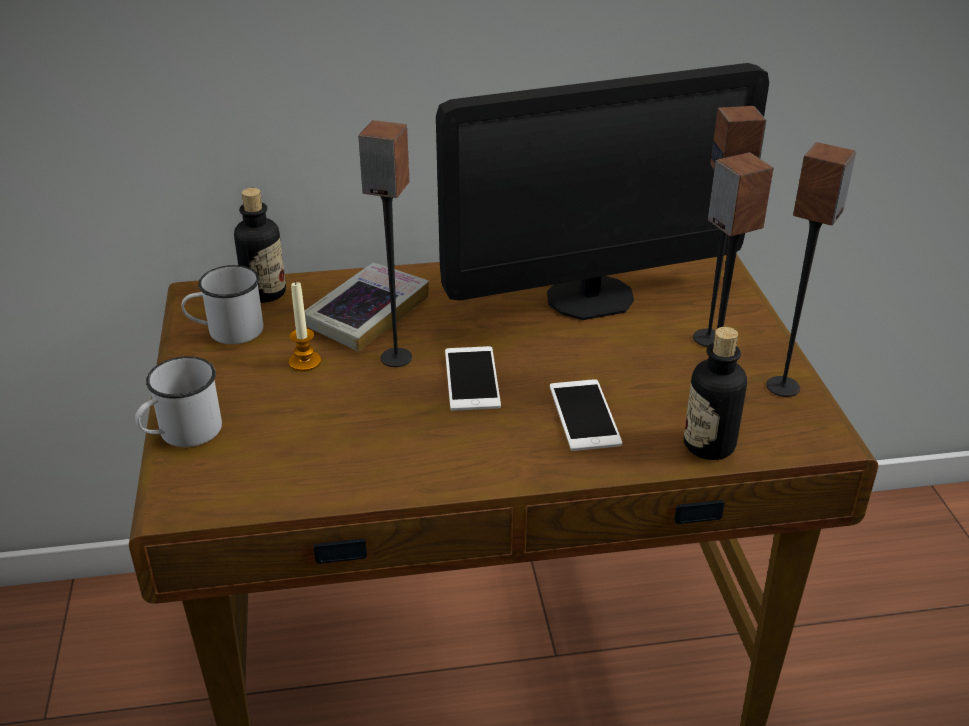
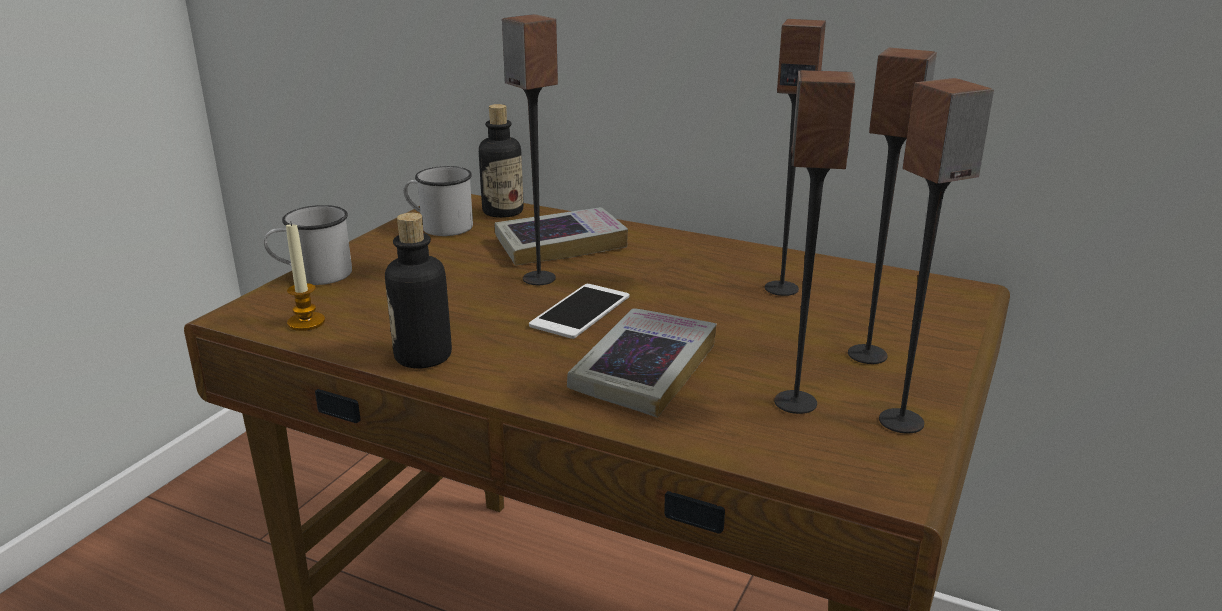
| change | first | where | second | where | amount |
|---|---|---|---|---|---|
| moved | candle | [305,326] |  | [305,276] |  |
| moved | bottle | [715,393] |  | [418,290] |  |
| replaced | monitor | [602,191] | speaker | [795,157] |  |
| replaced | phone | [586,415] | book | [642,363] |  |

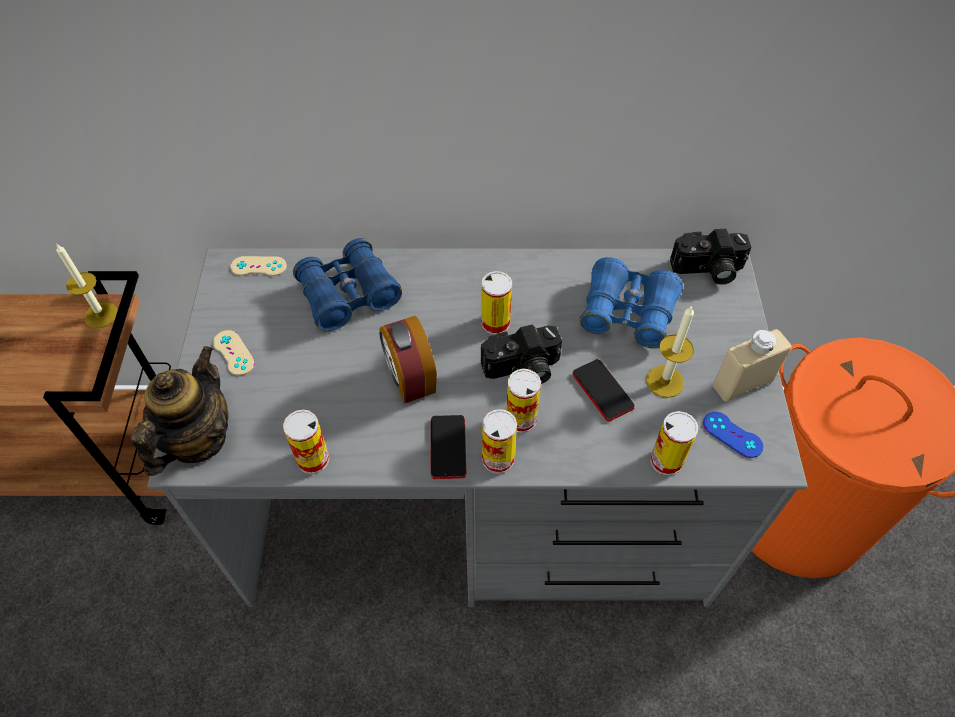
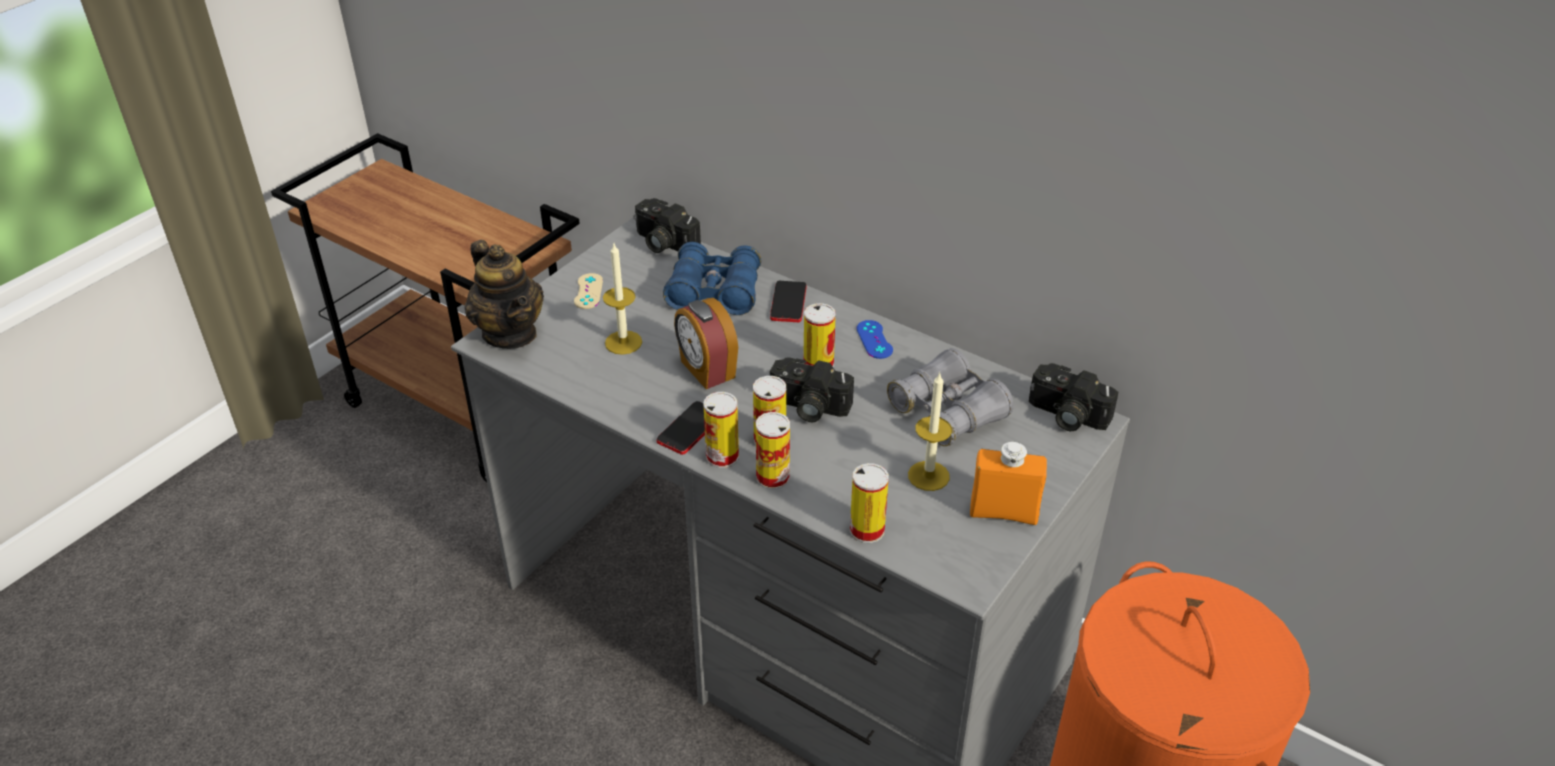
| change | first | where | second | where | amount |
|---|---|---|---|---|---|
| moved | candle | [87,285] |  | [622,299] |  |
| moved | can | [306,442] |  | [773,450] |  |
| moved | phone | [604,390] |  | [788,301] |  |
| moved | game controller in blue | [733,435] |  | [874,339] |  |
| replaced | game controller in beige | [258,266] | photo camera | [667,225] |  |
| recoloured | binoculars in blue | [631,303] | binoculars in grey | [950,397] |  |
| recoloured | bottle in beige | [752,365] | bottle in orange | [1008,483] |  |
| turned | teapot | [180,411] |  | [504,294] | 90 degrees clockwise |
| turned | alarm clock | [408,360] |  | [706,343] | 45 degrees counterclockwise |

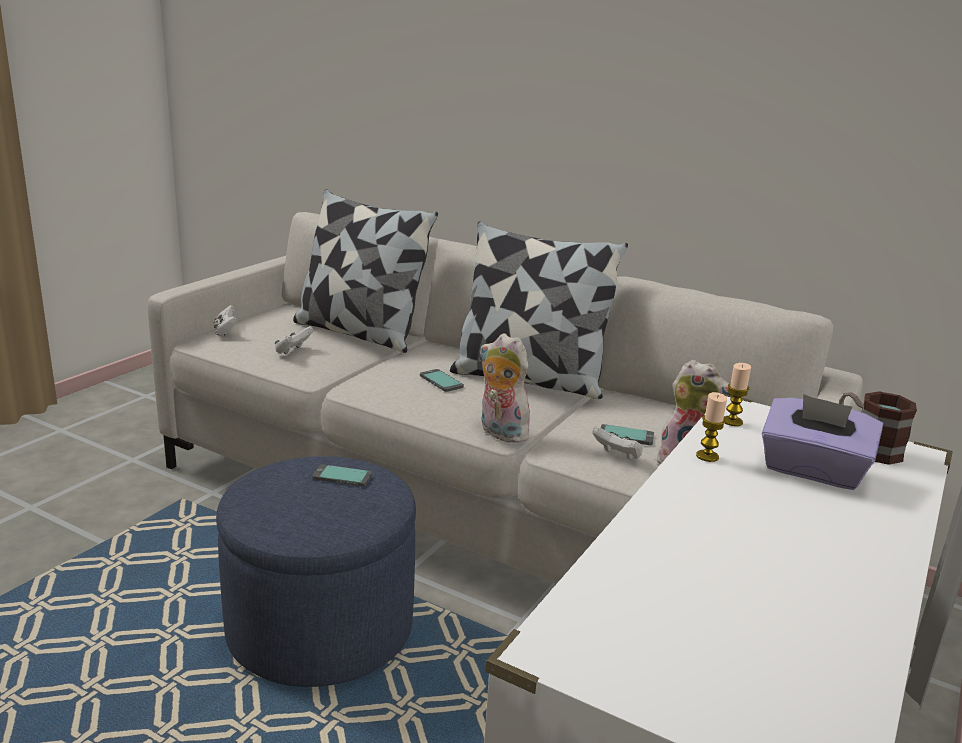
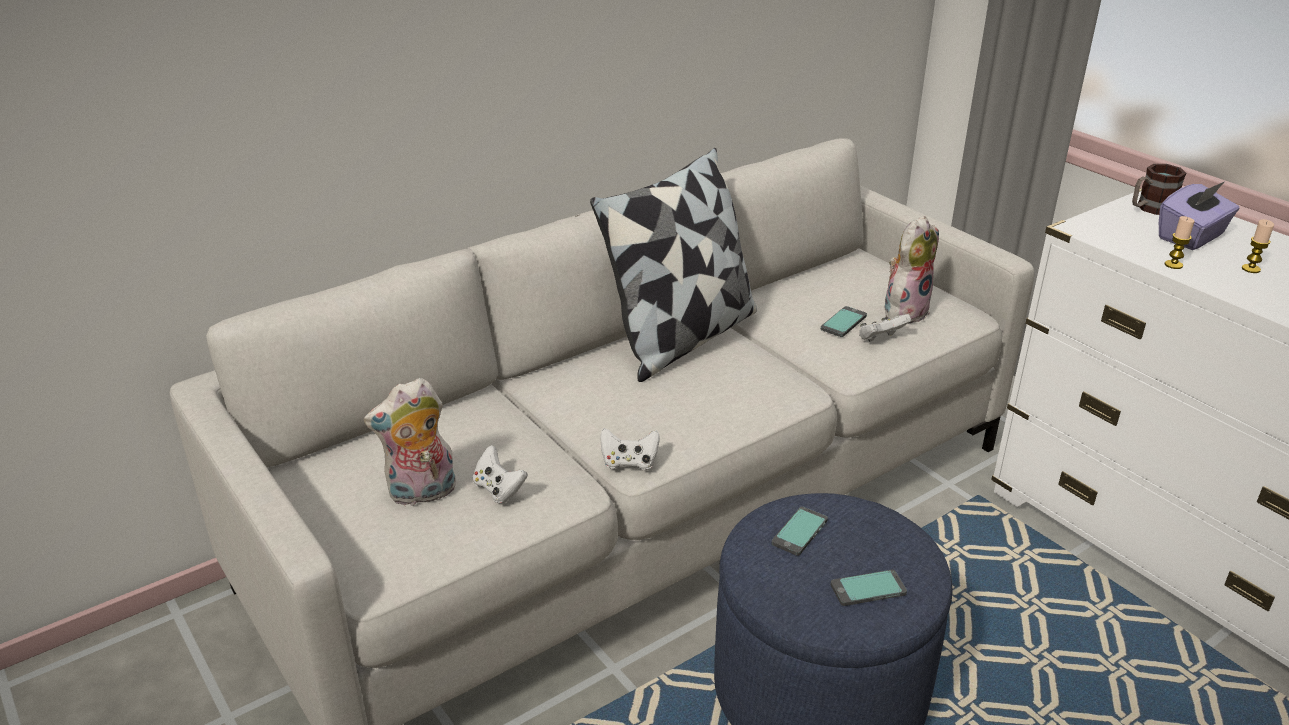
| change | first | where | second | where | amount |
|---|---|---|---|---|---|
| removed | pillow | [365,271] |  |  |  |
| moved | game controller in white | [225,320] |  | [630,449] |  |
| moved | phone | [442,380] |  | [869,588] |  |
| moved | plush toy | [504,388] |  | [410,442] |  |
| moved | candle | [737,394] |  | [1258,246] |  |

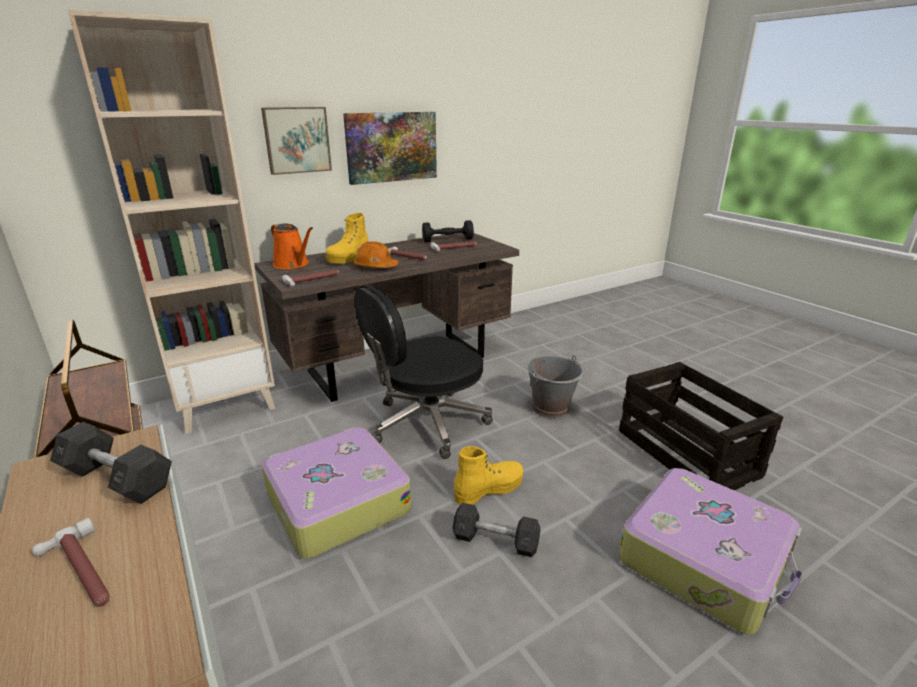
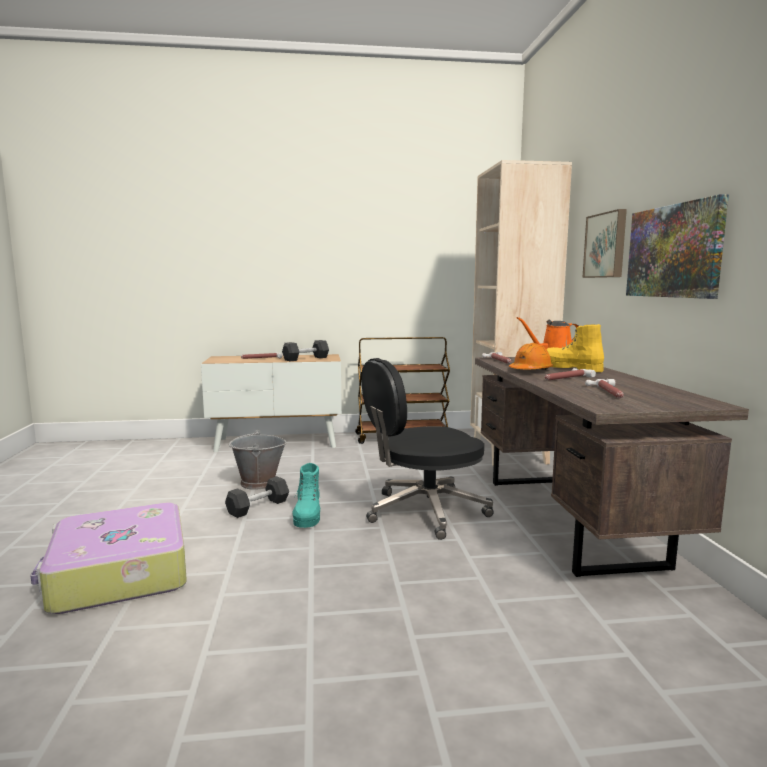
| change | first | where | second | where | amount |
|---|---|---|---|---|---|
| removed | suitcase | [336,493] |  |  |  |
| removed | dumbbell in black | [448,231] |  |  |  |
| removed | crate | [701,426] |  |  |  |
| moved | bucket in grey | [555,386] |  | [258,460] |  |
| recoloured | boot in yellow | [488,475] | boot in turquoise | [306,495] |  |
| turned | office chair in black | [423,371] |  | [427,449] | 105 degrees counterclockwise |

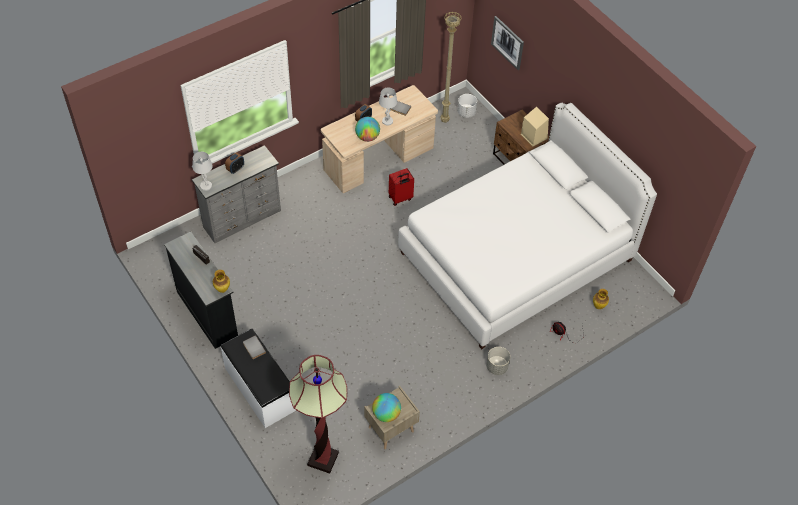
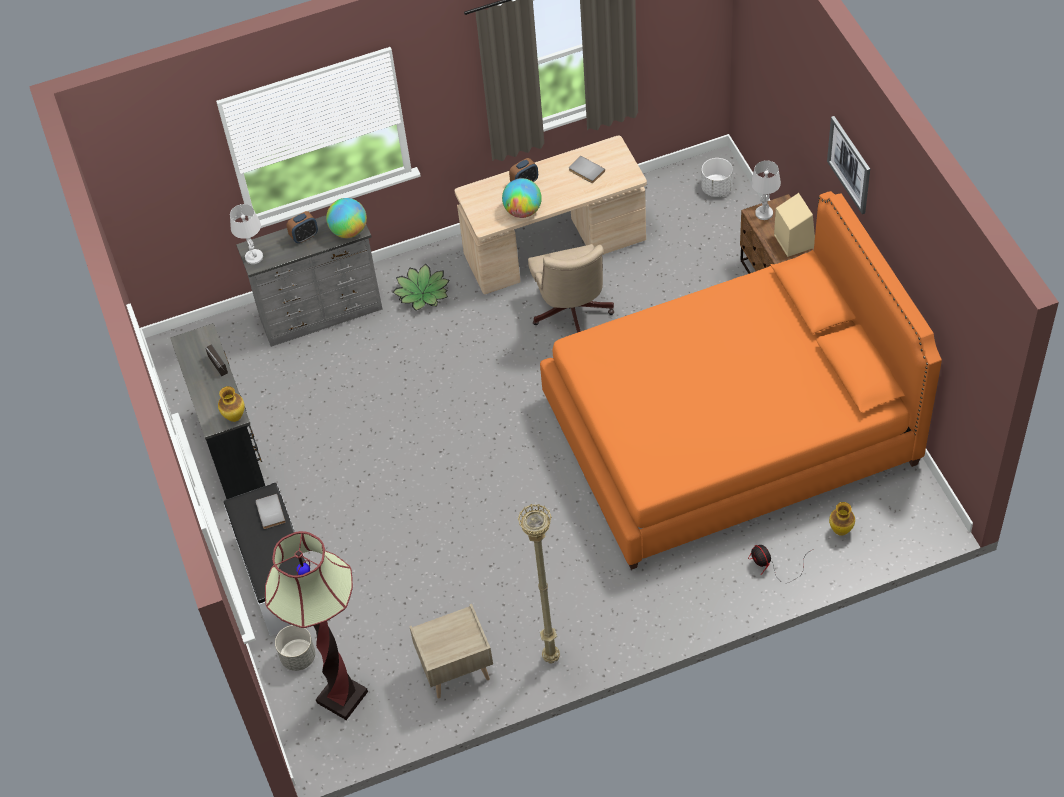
| change | first | where | second | where | amount |
|---|---|---|---|---|---|
| added |  |  | potted plant | [421,287] |  |
| moved | globe | [386,407] |  | [346,218] |  |
| moved | table lamp in white | [388,106] |  | [766,190] |  |
| moved | floor lamp in beige | [451,67] |  | [539,584] |  |
| moved | planter in grey | [498,361] |  | [295,648] |  |
| moved | picture | [507,43] |  | [848,165] |  |
| replaced | suitcase in red | [401,187] | office chair in beige | [571,288] |  |
| recoloured | bed in white | [527,226] | bed in orange | [741,380] |  |

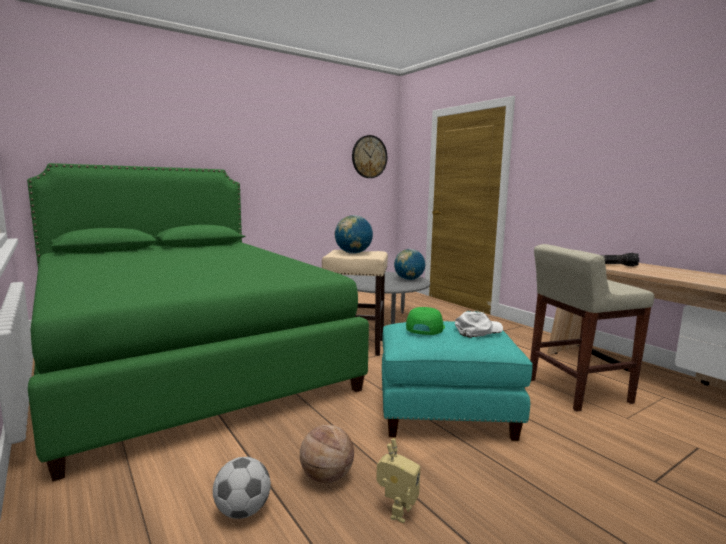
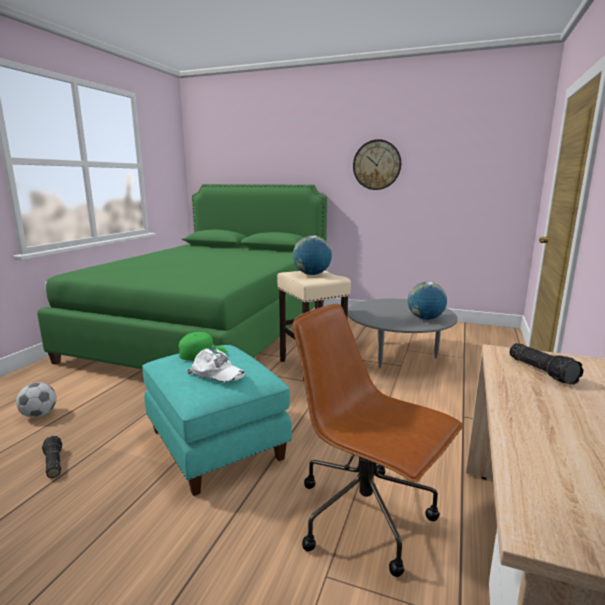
| change | first | where | second | where | amount |
|---|---|---|---|---|---|
| removed | basketball | [327,454] |  |  |  |
| moved | wall clock | [369,156] |  | [377,164] |  |
| replaced | toy robot | [398,480] | flashlight | [52,457] |  |
| replaced | stool in beige | [592,327] | office chair in brown | [377,440] |  |

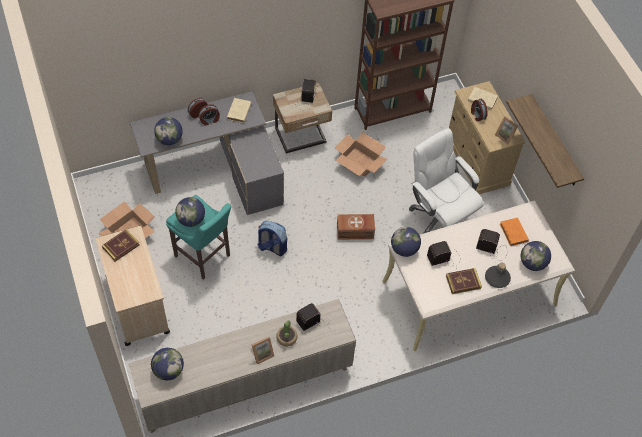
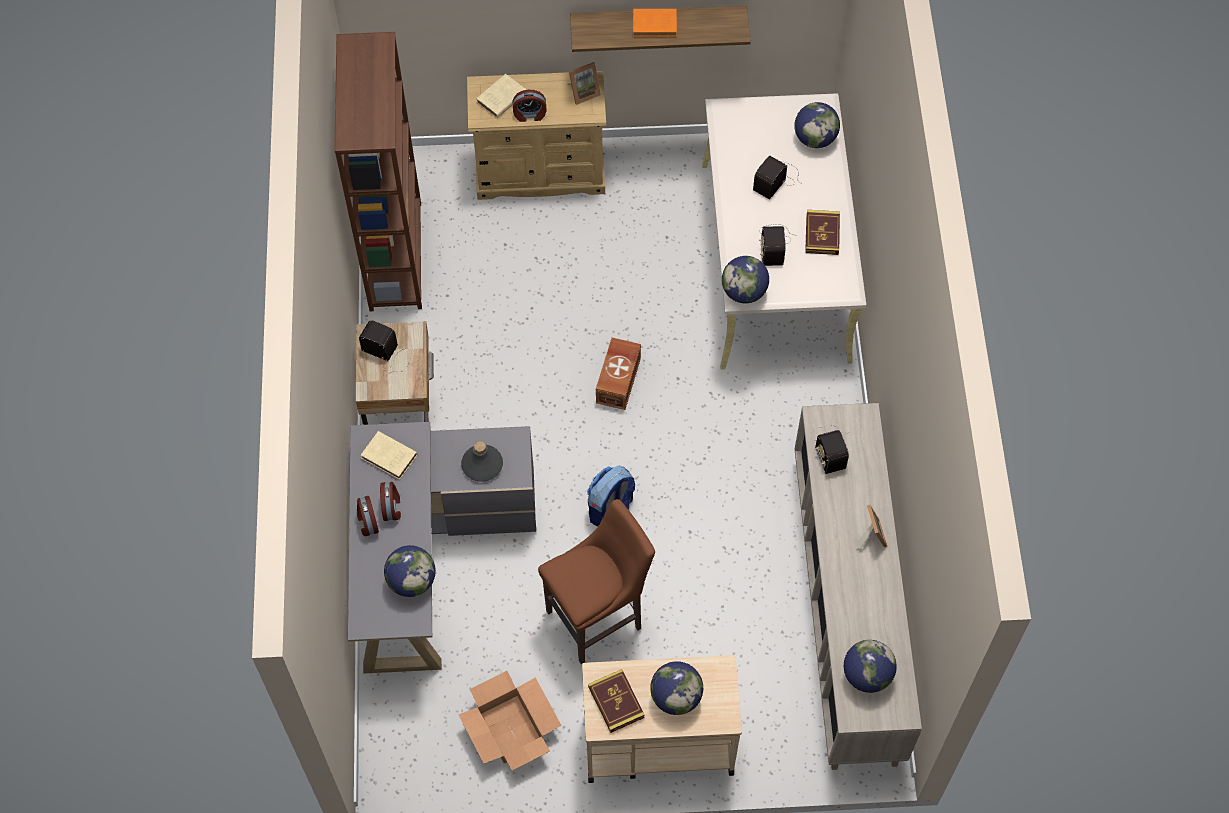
| change | first | where | second | where | amount |
|---|---|---|---|---|---|
| removed | potted plant | [286,333] |  |  |  |
| removed | cardboard box | [361,154] |  |  |  |
| removed | office chair in white | [446,180] |  |  |  |
| moved | globe | [190,212] |  | [676,688] |  |
| moved | bottle in grey | [498,275] |  | [482,461] |  |
| moved | book in orange | [514,231] |  | [655,23] |  |
| recoloured | stool in turquoise | [198,237] | stool in brown | [596,581] |  |

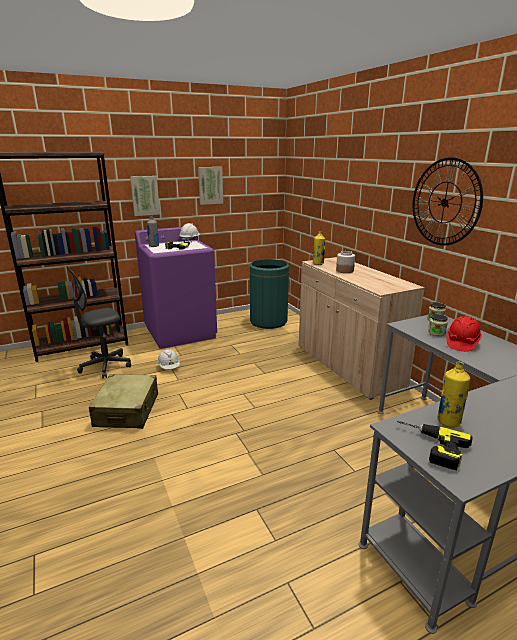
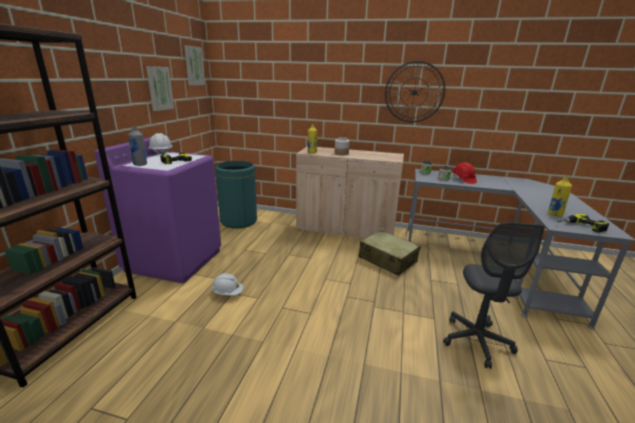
| change | first | where | second | where | amount |
|---|---|---|---|---|---|
| moved | office chair in grey | [99,322] |  | [494,295] |  |
| moved | suitcase in beige | [123,401] |  | [389,253] |  |
| moved | picture | [145,196] |  | [194,65] |  |

